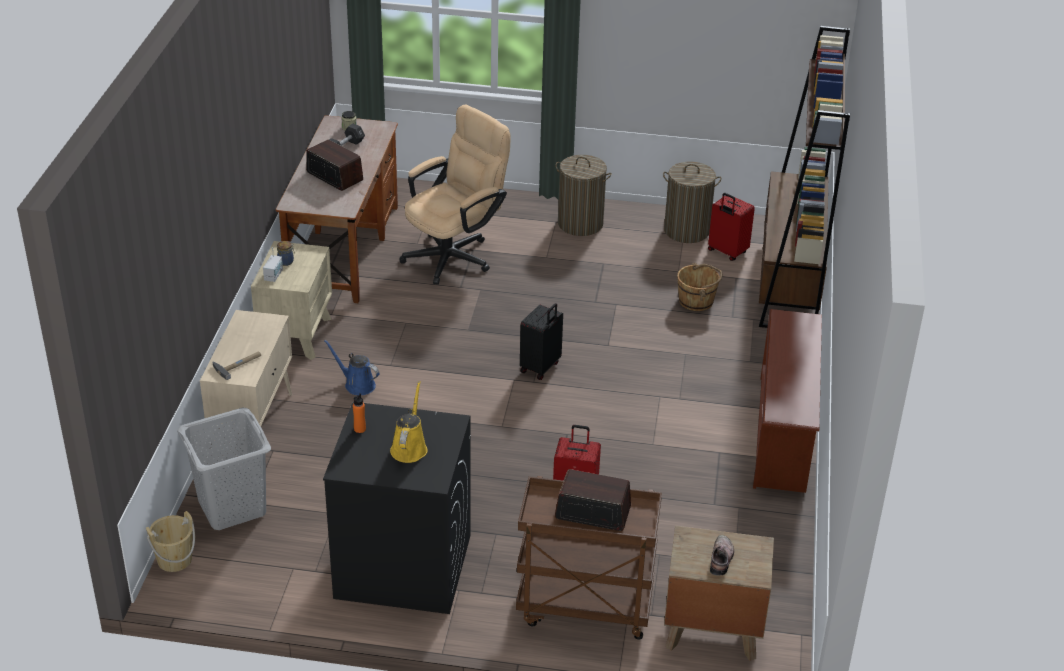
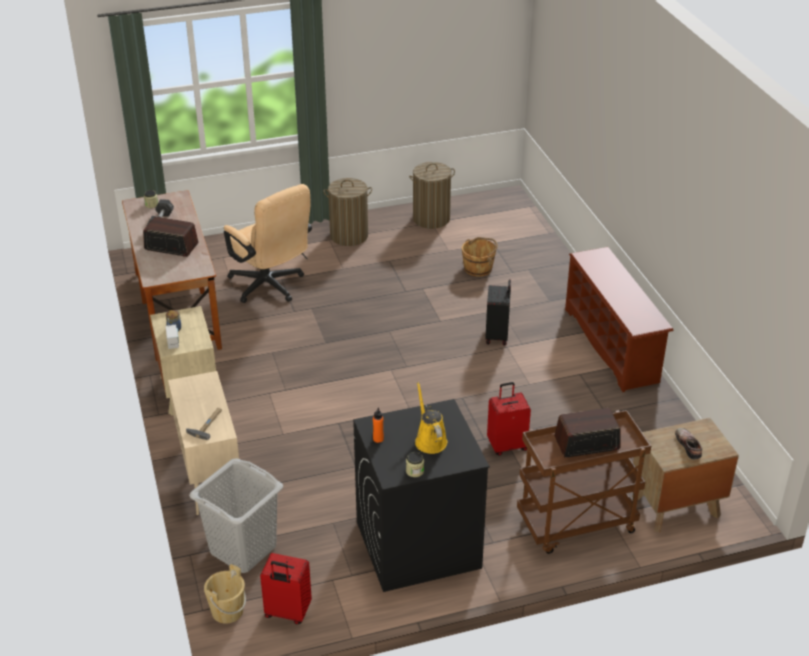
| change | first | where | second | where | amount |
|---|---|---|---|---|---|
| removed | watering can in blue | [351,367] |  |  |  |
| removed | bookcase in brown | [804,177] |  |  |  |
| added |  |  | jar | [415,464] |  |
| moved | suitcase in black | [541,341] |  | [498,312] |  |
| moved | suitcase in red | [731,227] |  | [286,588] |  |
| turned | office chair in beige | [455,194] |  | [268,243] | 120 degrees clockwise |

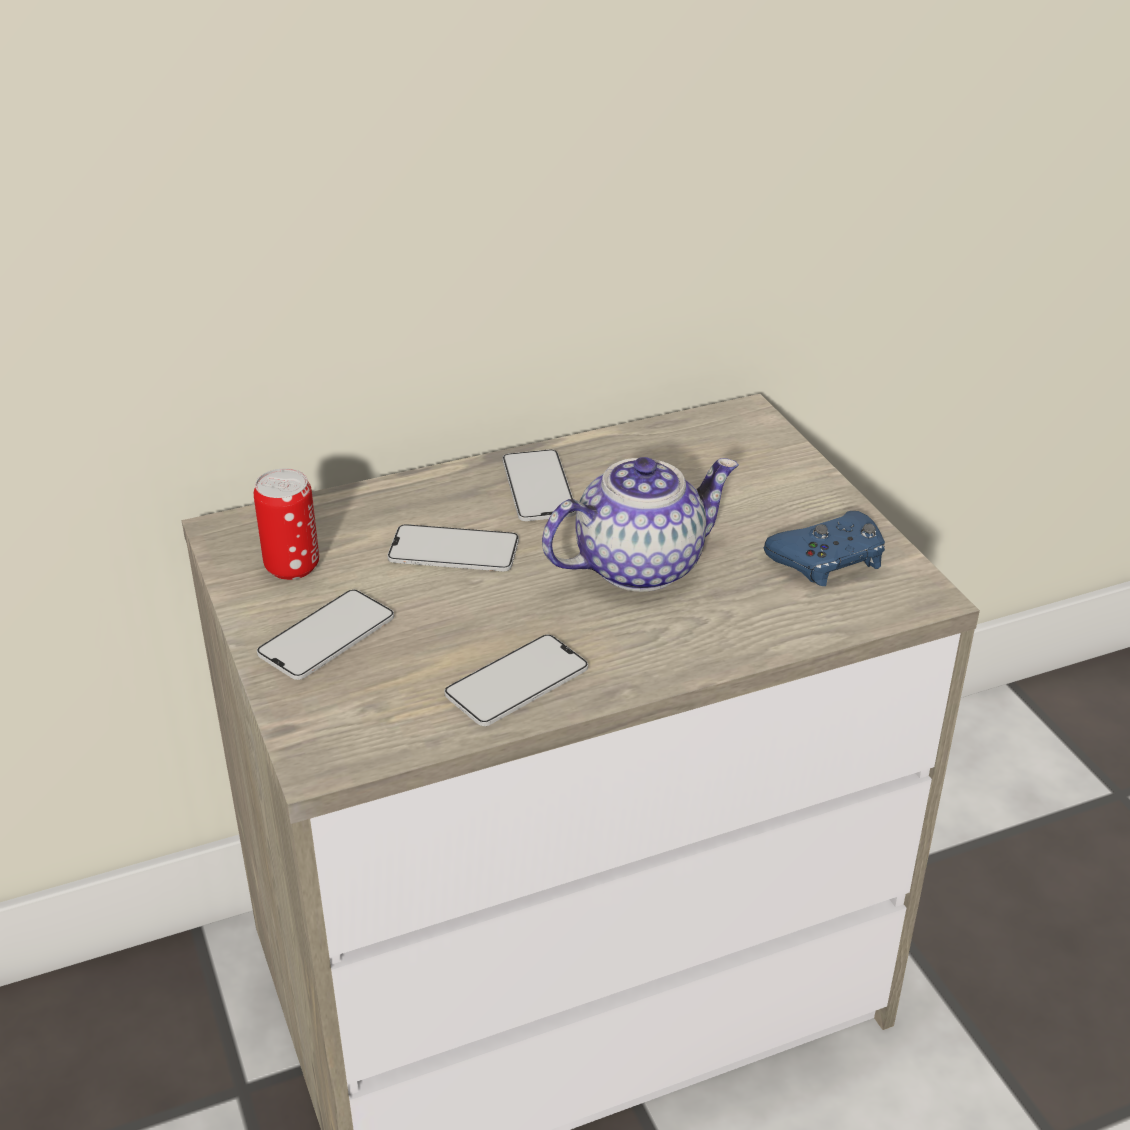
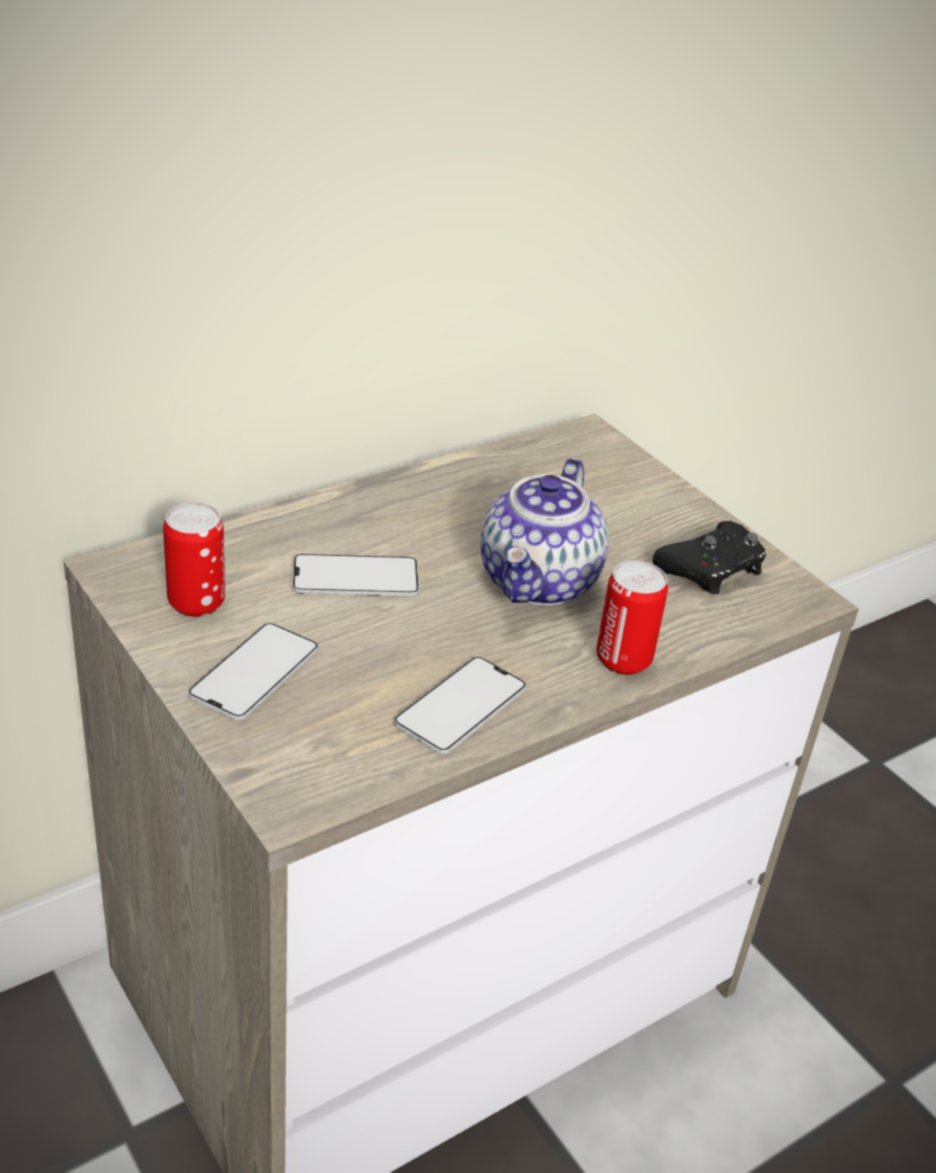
| change | first | where | second | where | amount |
|---|---|---|---|---|---|
| removed | phone | [539,485] |  |  |  |
| added |  |  | can | [632,617] |  |
| recoloured | game controller in blue | [824,548] | game controller in black | [709,557] |  |
| turned | teapot | [640,524] |  | [544,532] | 150 degrees clockwise |

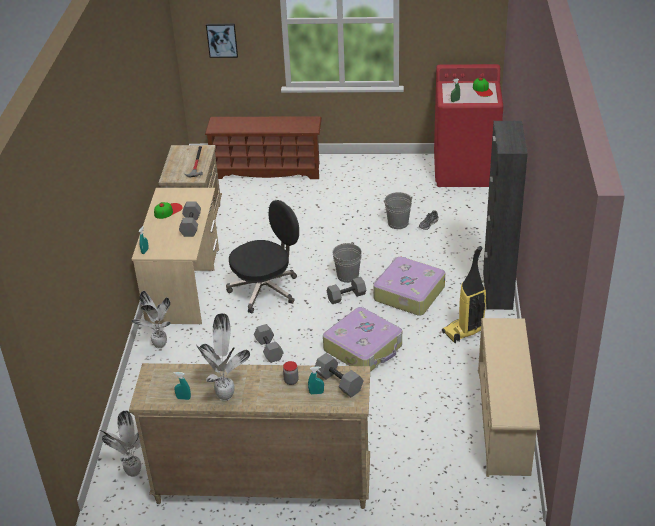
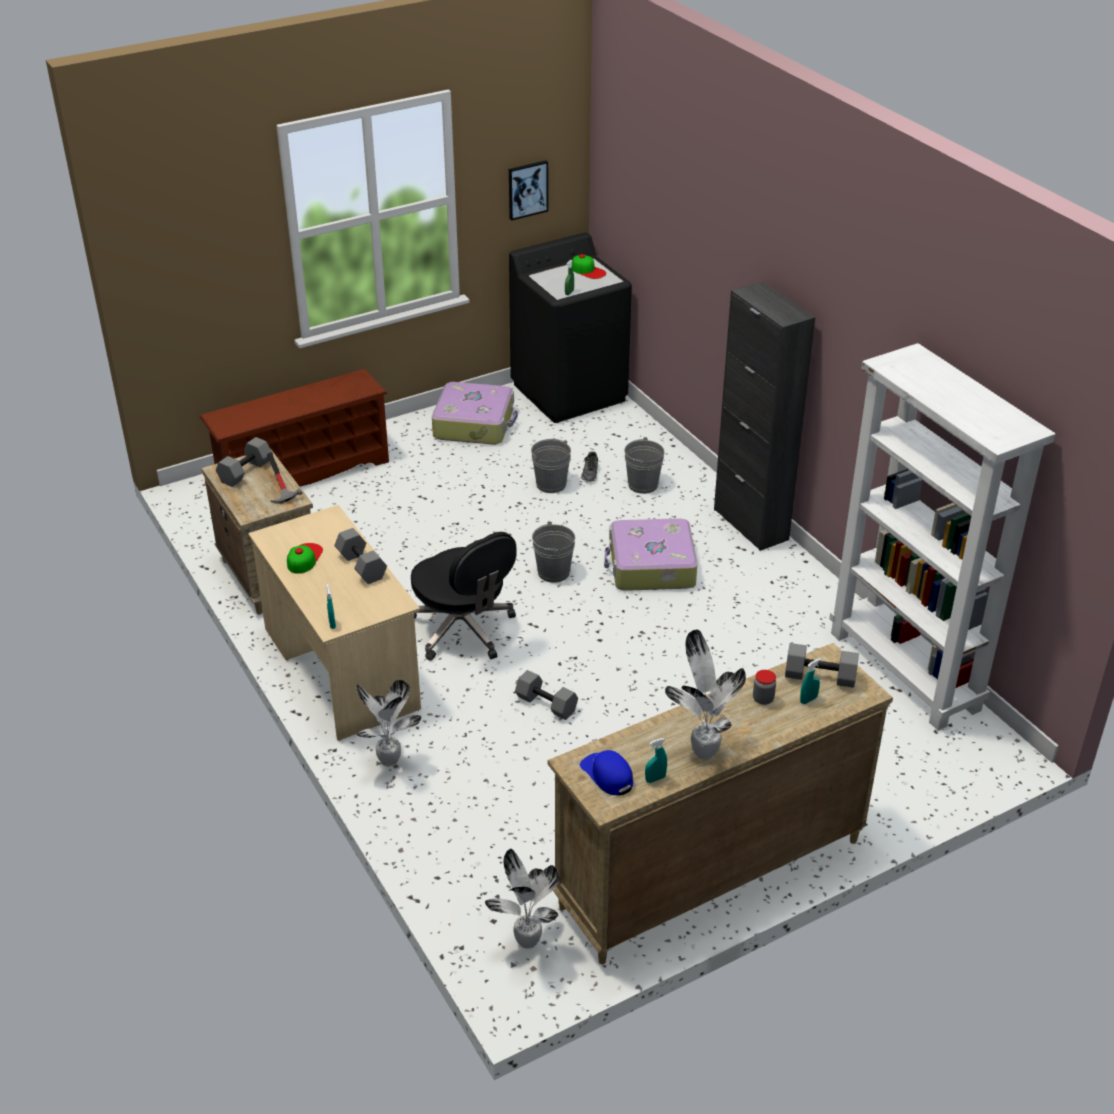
| change | first | where | second | where | amount |
|---|---|---|---|---|---|
| removed | vacuum cleaner | [464,294] |  |  |  |
| added |  |  | cap in blue | [606,773] |  |
| added |  |  | bucket in grey | [644,465] |  |
| moved | picture | [222,40] |  | [528,190] |  |
| moved | suitcase | [362,339] |  | [475,413] |  |
| moved | dumbbell in grey | [347,290] |  | [244,462] |  |
| replaced | shoe rack in beige | [509,397] | bookcase in white | [942,537] |  |
| recoloured | washing machine in red | [468,125] | washing machine in black | [570,327] |  |
| turned | office chair in black | [262,256] |  | [464,596] | 120 degrees clockwise |

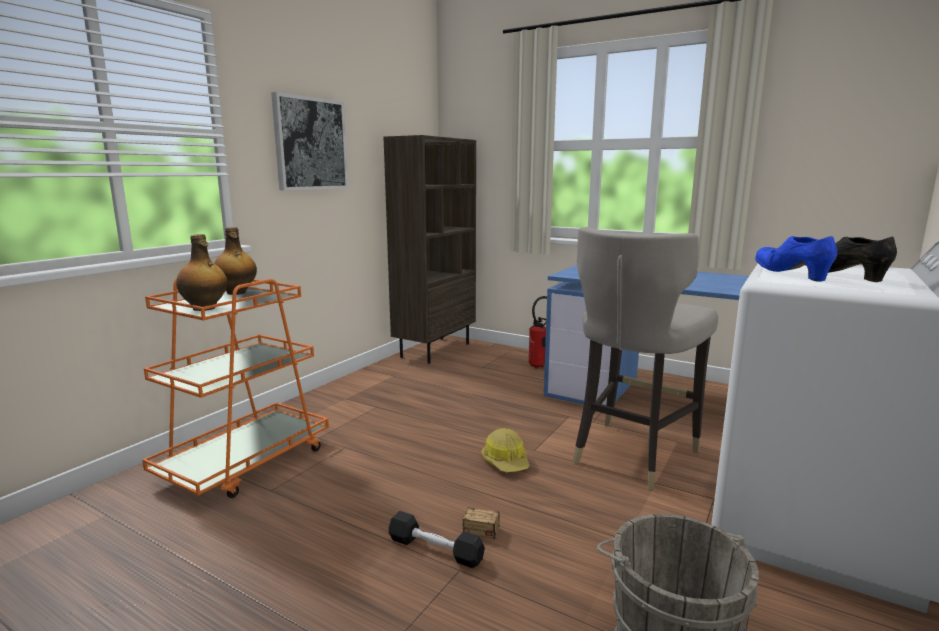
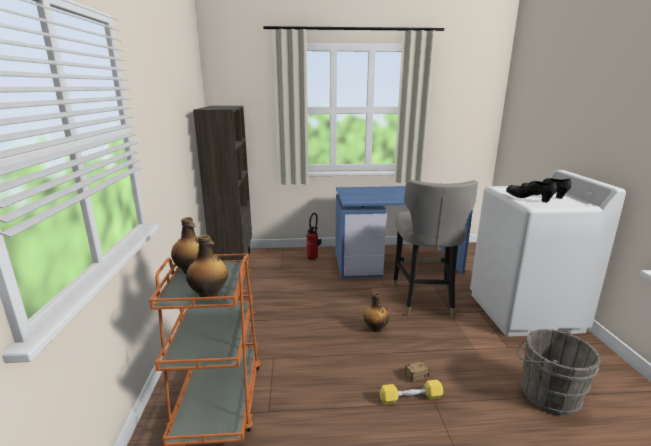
| change | first | where | second | where | amount |
|---|---|---|---|---|---|
| removed | picture | [309,141] |  |  |  |
| replaced | hard hat | [505,450] | bottle | [376,312] |  |
| recoloured | dumbbell in black | [436,539] | dumbbell in yellow | [411,392] |  |
| recoloured | shoe in blue | [796,259] | shoe in black | [531,191] |  |

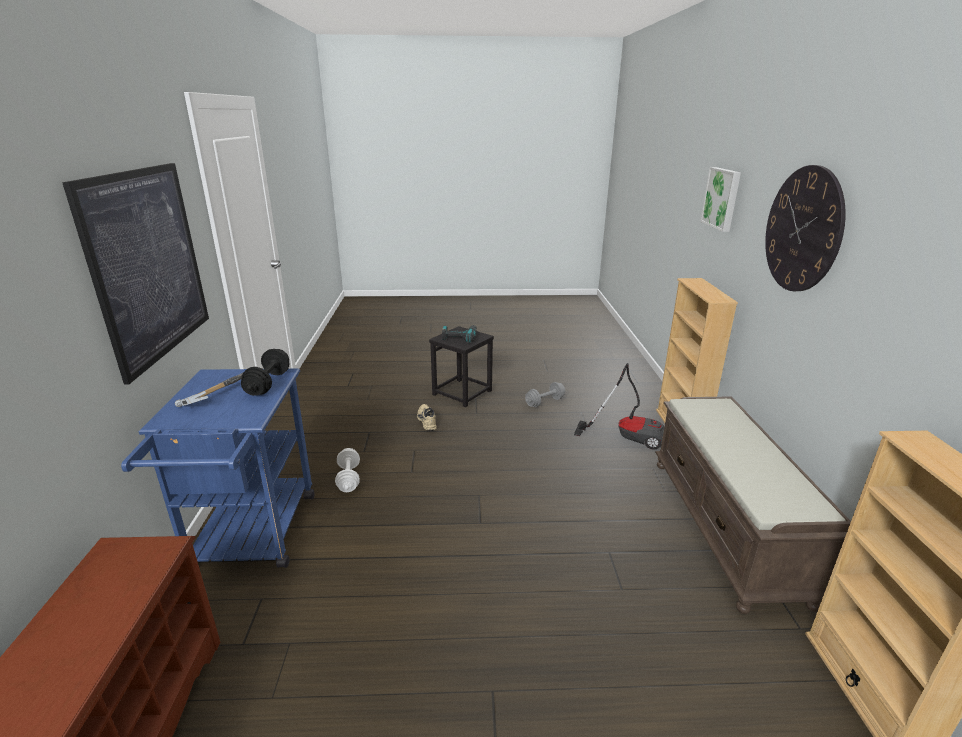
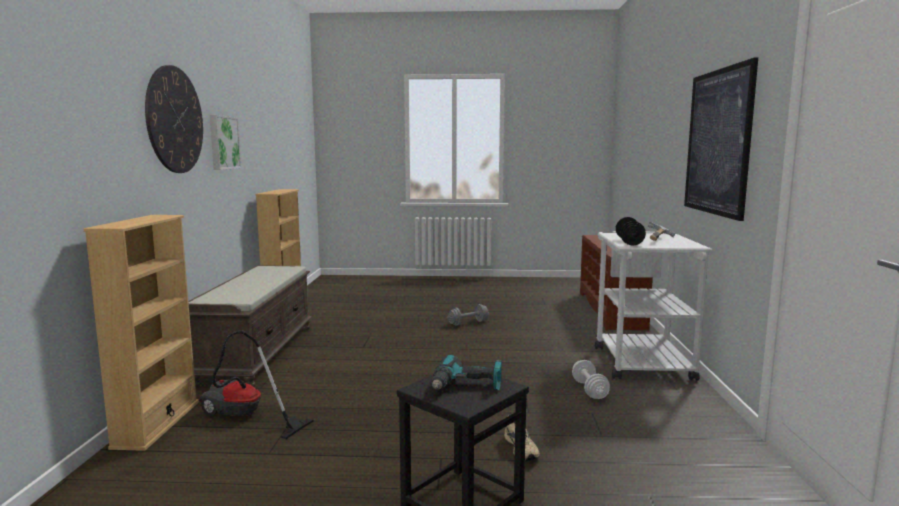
| change | first | where | second | where | amount |
|---|---|---|---|---|---|
| moved | dumbbell in grey | [545,394] |  | [468,315] |  |
| moved | picture | [720,199] |  | [226,142] |  |
| recoloured | cart in blue | [218,468] | cart in white | [654,306] |  |

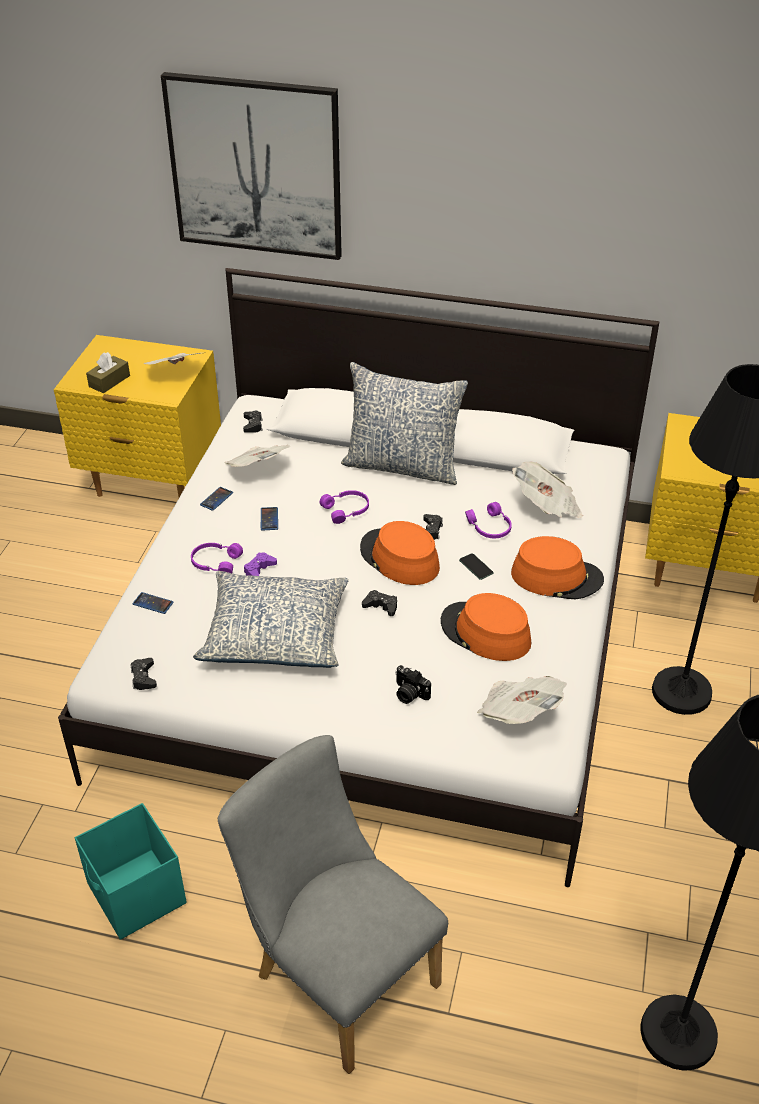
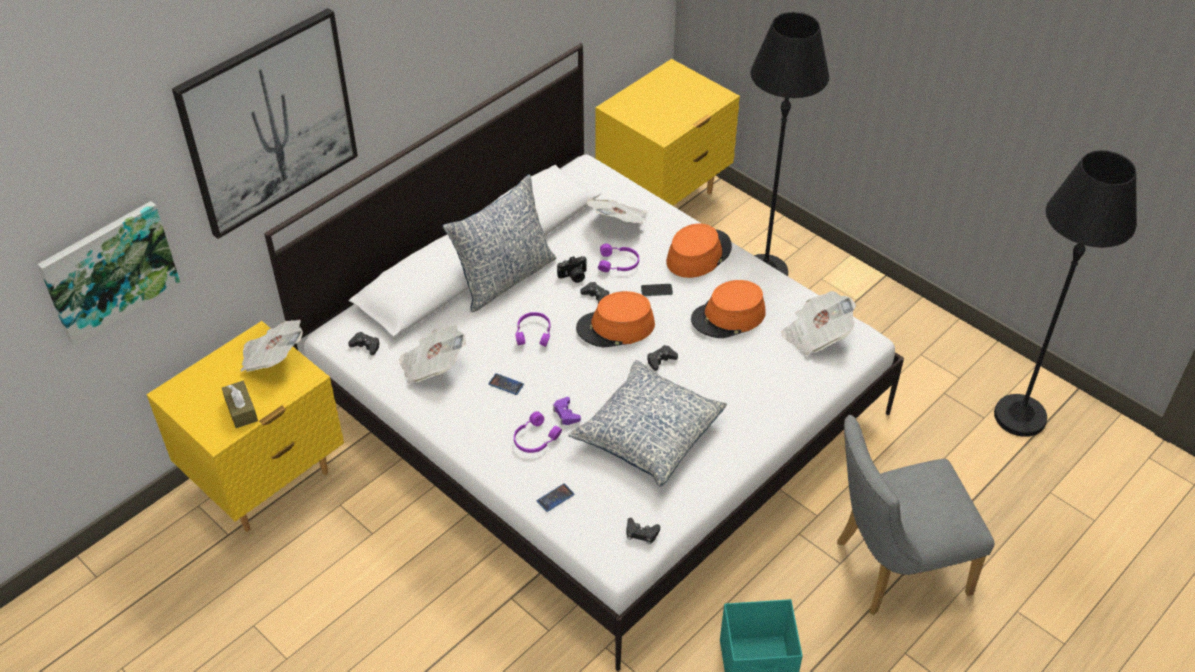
| change | first | where | second | where | amount |
|---|---|---|---|---|---|
| removed | phone | [216,499] |  |  |  |
| added |  |  | picture | [108,273] |  |
| moved | photo camera | [413,684] |  | [572,269] |  |

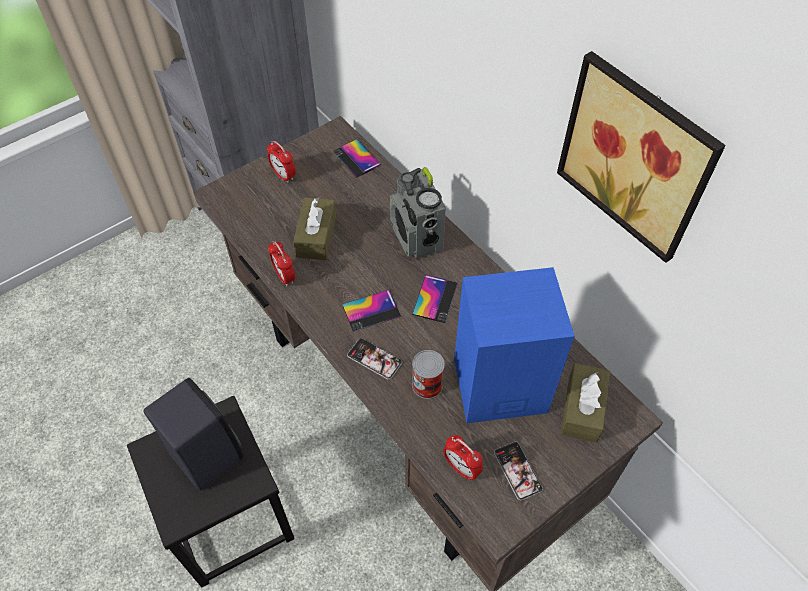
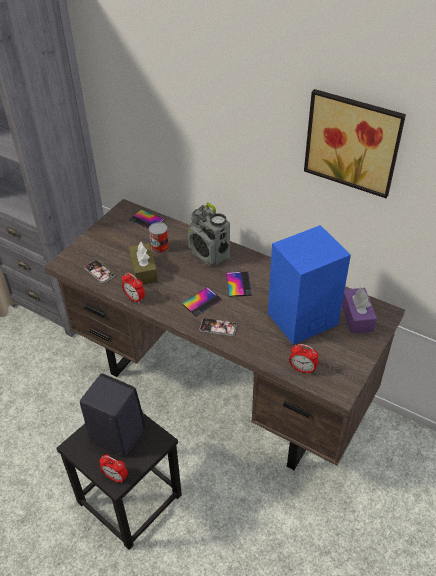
| change | first | where | second | where | amount |
|---|---|---|---|---|---|
| moved | alarm clock | [281,162] |  | [114,469] |  |
| moved | can | [428,374] |  | [159,237] |  |
| moved | phone | [518,471] |  | [99,272] |  |
| recoloured | tissue box in brown | [585,403] | tissue box in purple | [359,310] |  |

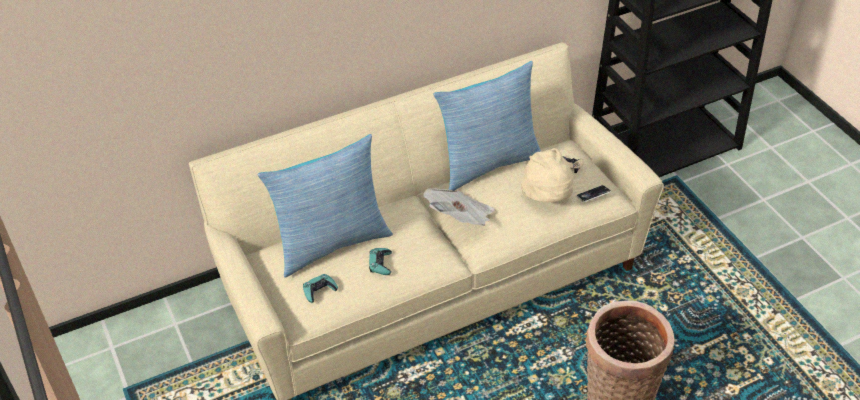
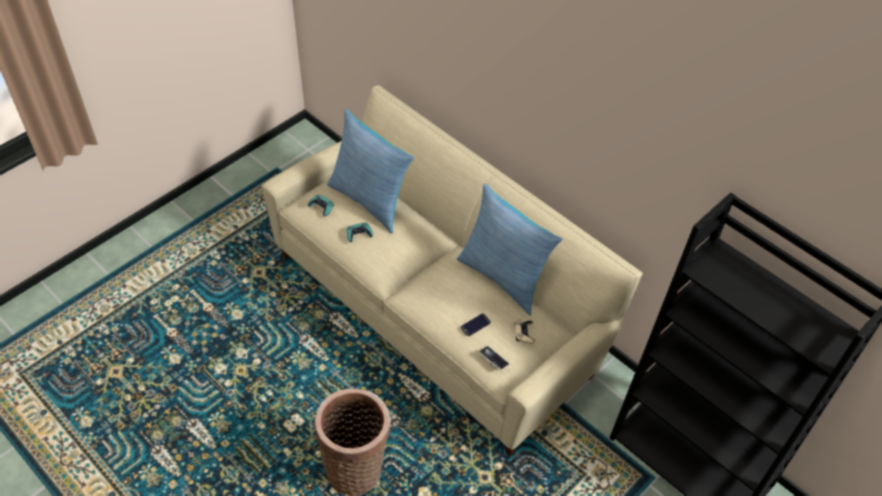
| change | first | where | second | where | amount |
|---|---|---|---|---|---|
| removed | newspaper | [459,207] |  |  |  |
| replaced | hat in beige | [547,175] | phone | [476,325] |  |

